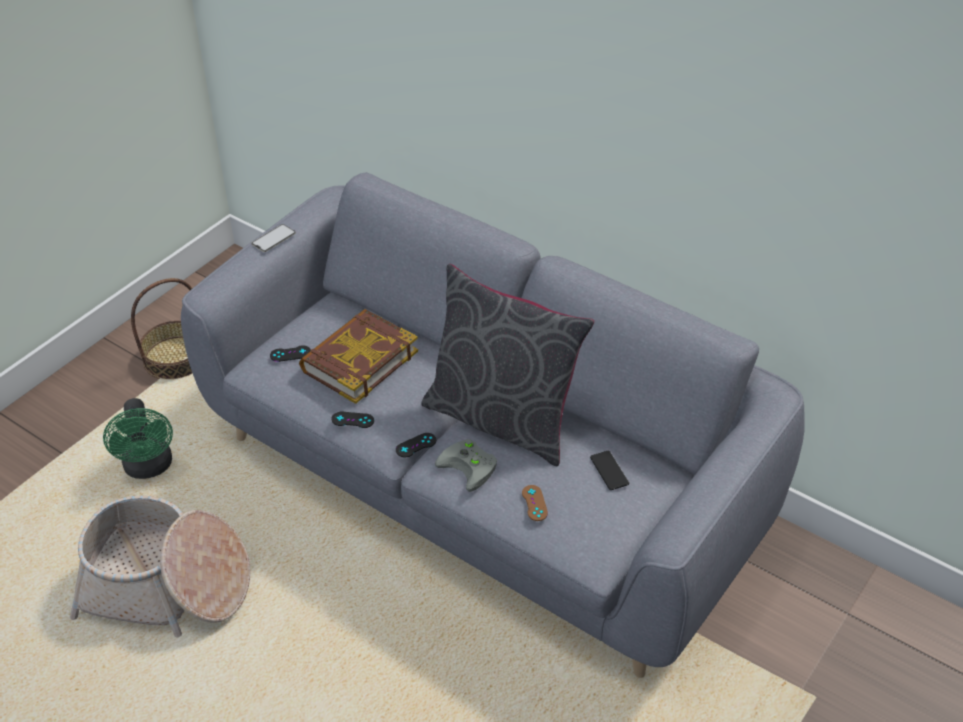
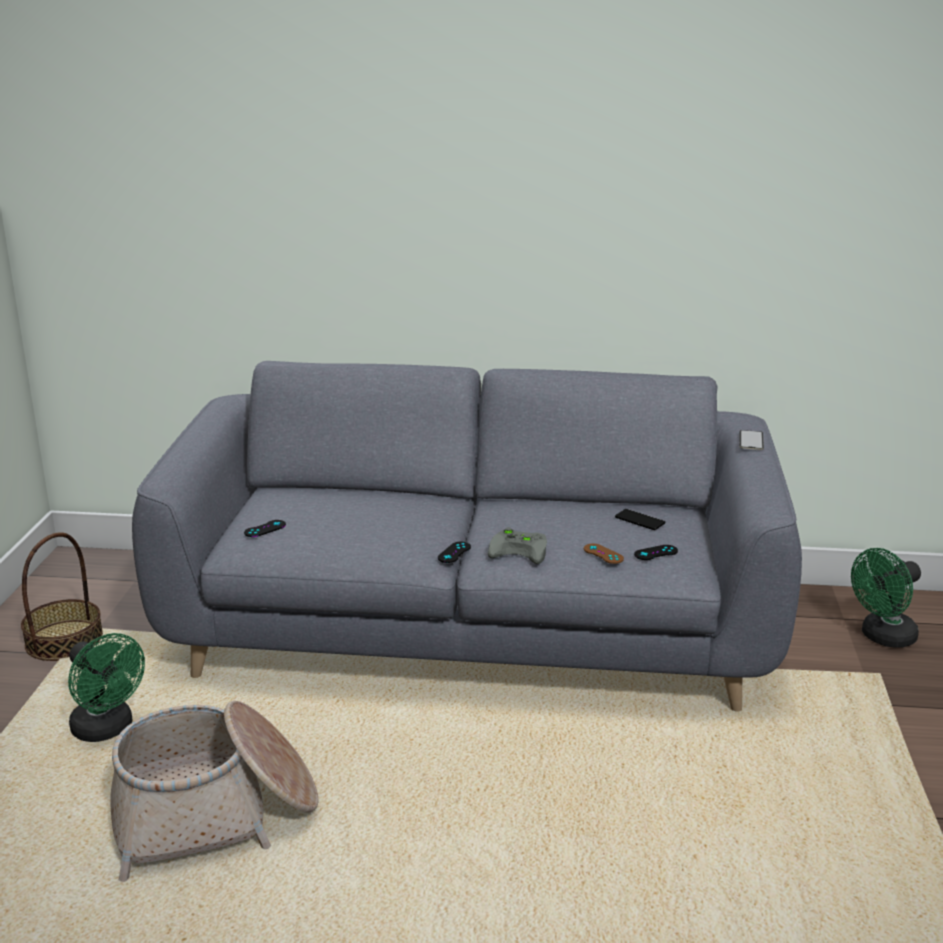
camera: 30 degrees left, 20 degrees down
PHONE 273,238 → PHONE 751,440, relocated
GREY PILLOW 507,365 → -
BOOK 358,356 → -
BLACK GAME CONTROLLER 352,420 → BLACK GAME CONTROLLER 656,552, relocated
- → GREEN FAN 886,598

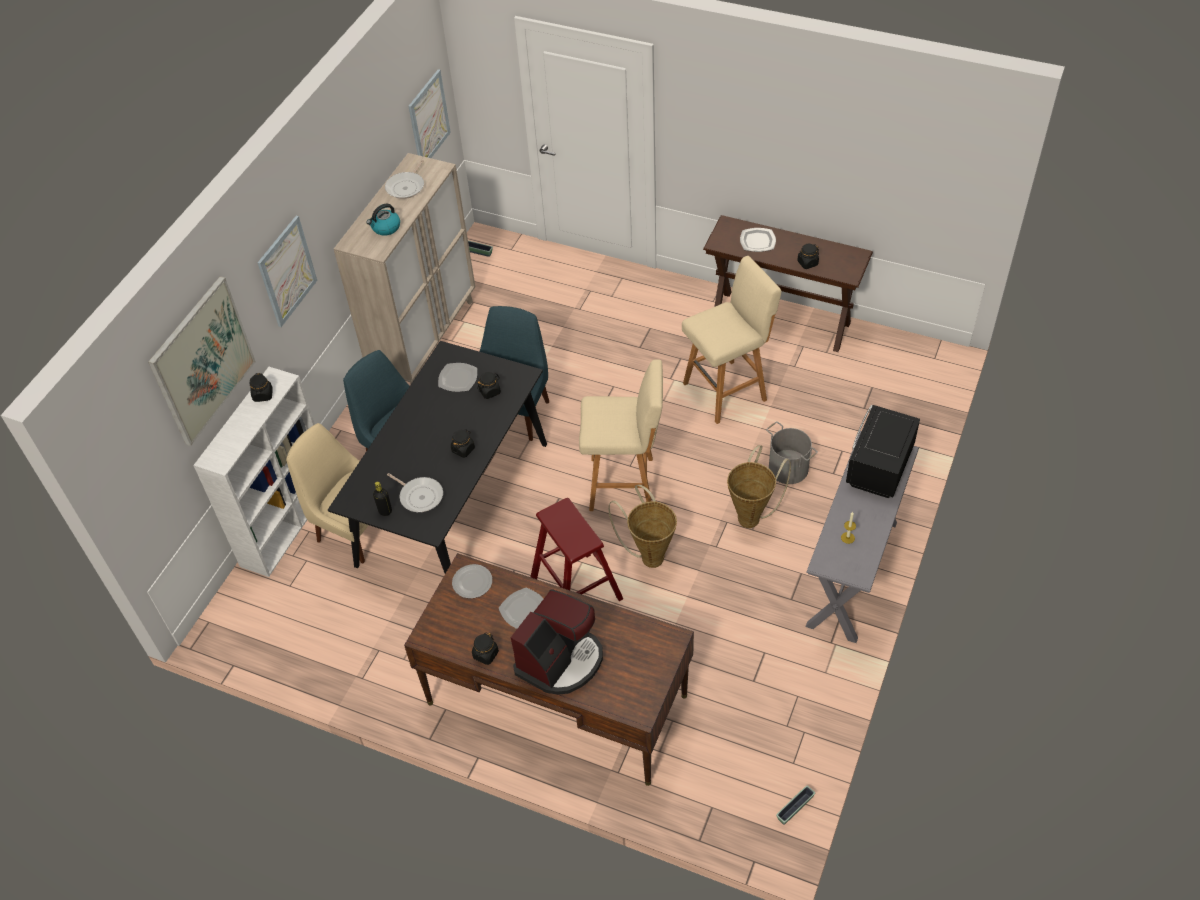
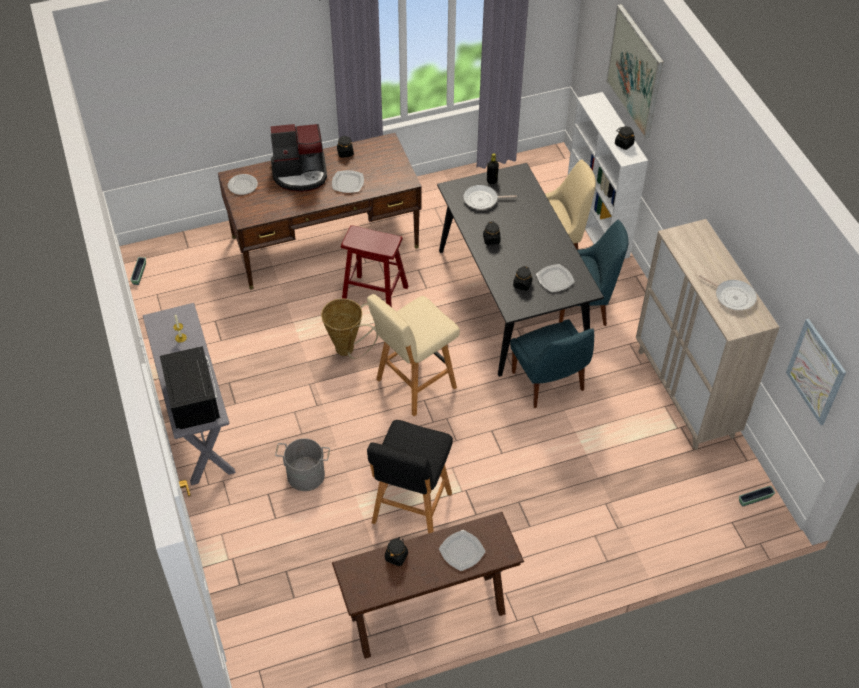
camera: 135 degrees right, 0 degrees up
FRYING PAN 404,179 → FRYING PAN 728,292, 150 degrees clockwise
KETTLE 383,220 → -
PICTURE 287,271 → -
BEIGE STOOL 732,340 → BLACK STOOL 410,477
BASKET 759,486 → -
PLATE 472,581 → PLATE 243,184, relocated
COFFEE MACHINE 557,642 → COFFEE MACHINE 298,158, 90 degrees counterclockwise

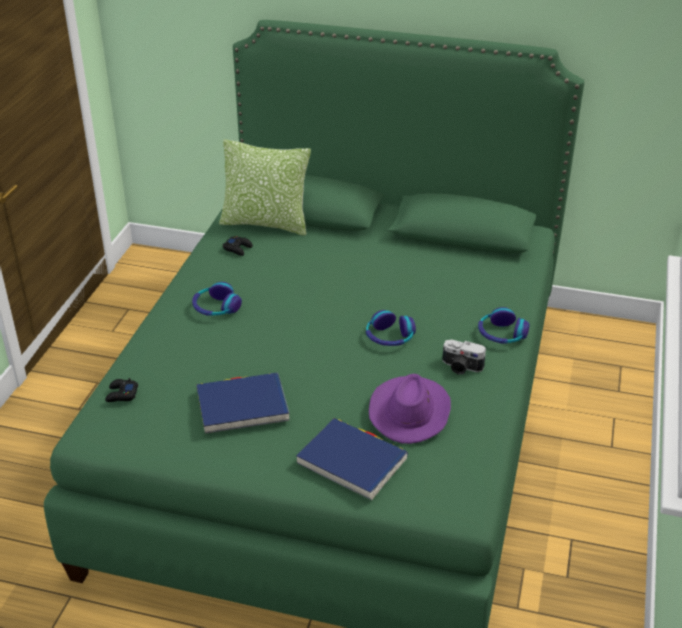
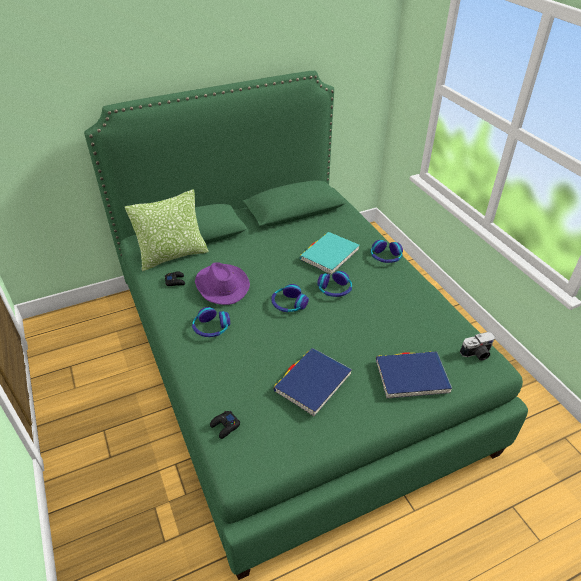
camera: 40 degrees left, 5 degrees up
PHOTO CAMERA 464,357 → PHOTO CAMERA 477,346, relocated
PURPLE HAT 410,409 → PURPLE HAT 222,283, relocated
- → TURQUOISE BOOK 329,253
- → HEADPHONES 290,298

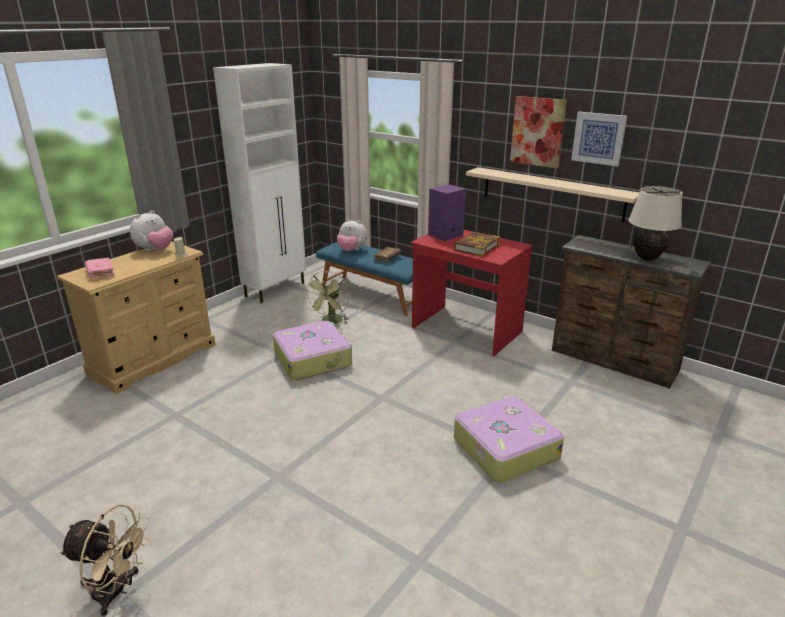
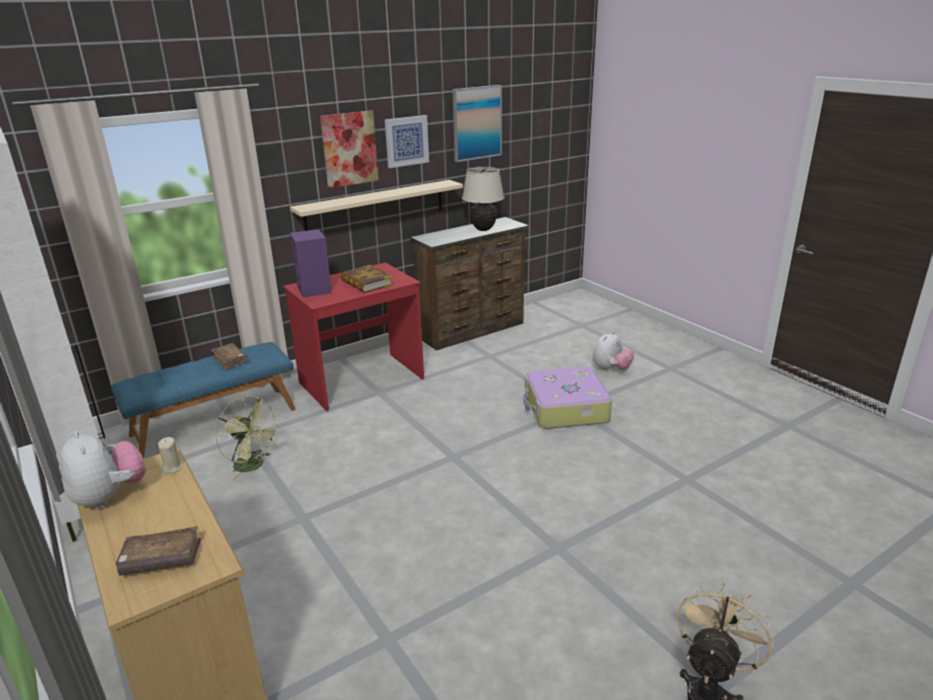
camera: 70 degrees left, 0 degrees up
PLUSH TOY 352,235 → PLUSH TOY 613,351, relocated
PINK BOOK 100,268 → BROWN BOOK 158,551
SUITCASE 312,350 → -
- → PICTURE 477,123

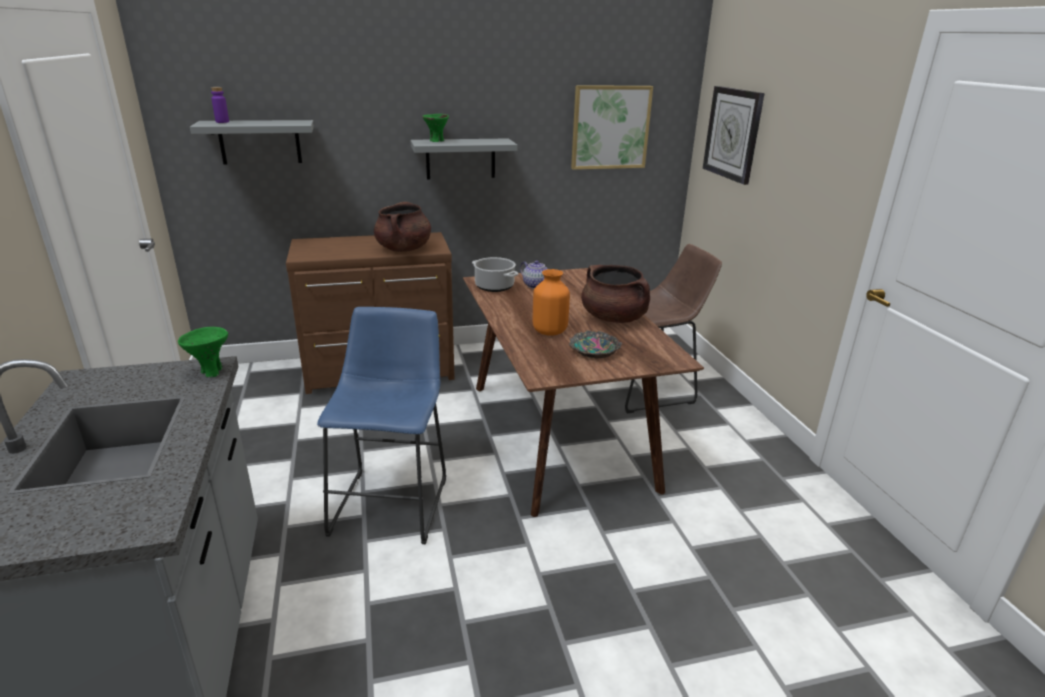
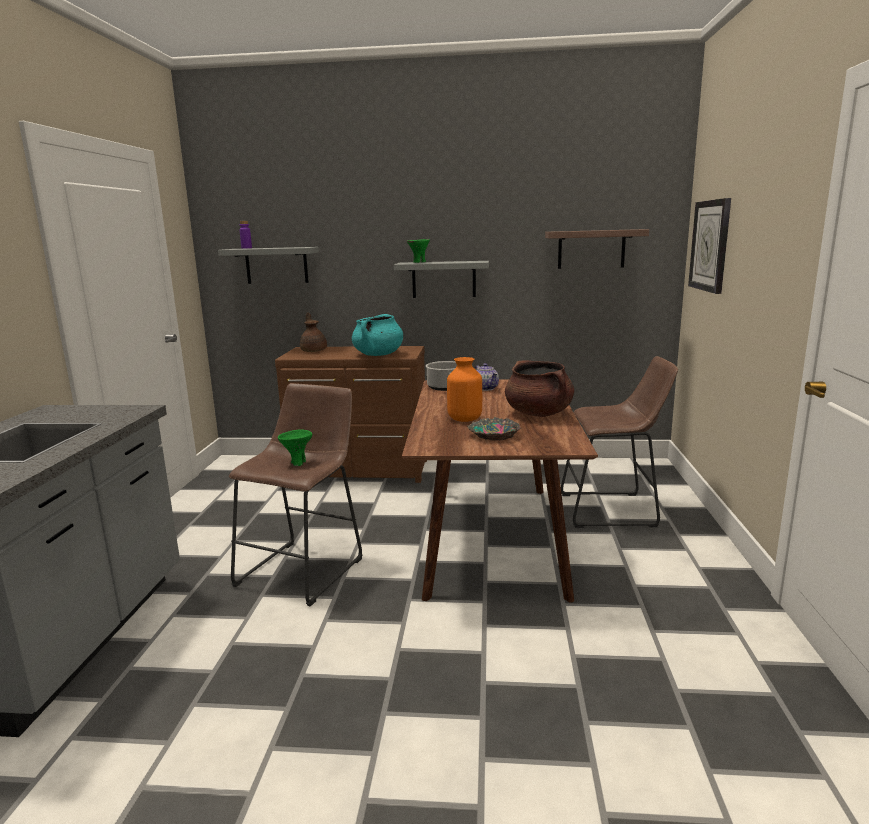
camera: 20 degrees right, 10 degrees down
PICTURE 612,127 → SHELF 597,249
BROWN COOKING POT 402,227 → TURQUOISE COOKING POT 377,335
BLUE STOOL 381,425 → BROWN STOOL 295,495
GREEN BOWL 203,352 → GREEN BOWL 295,448, relocated
- → BROWN TEAPOT 313,332

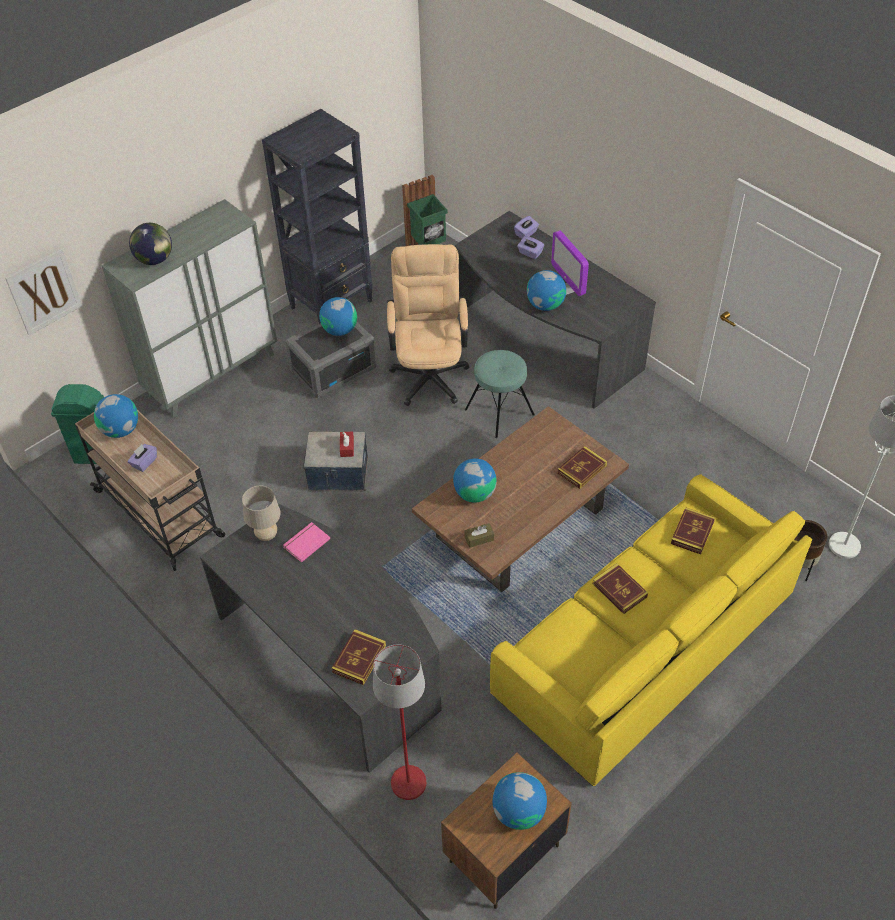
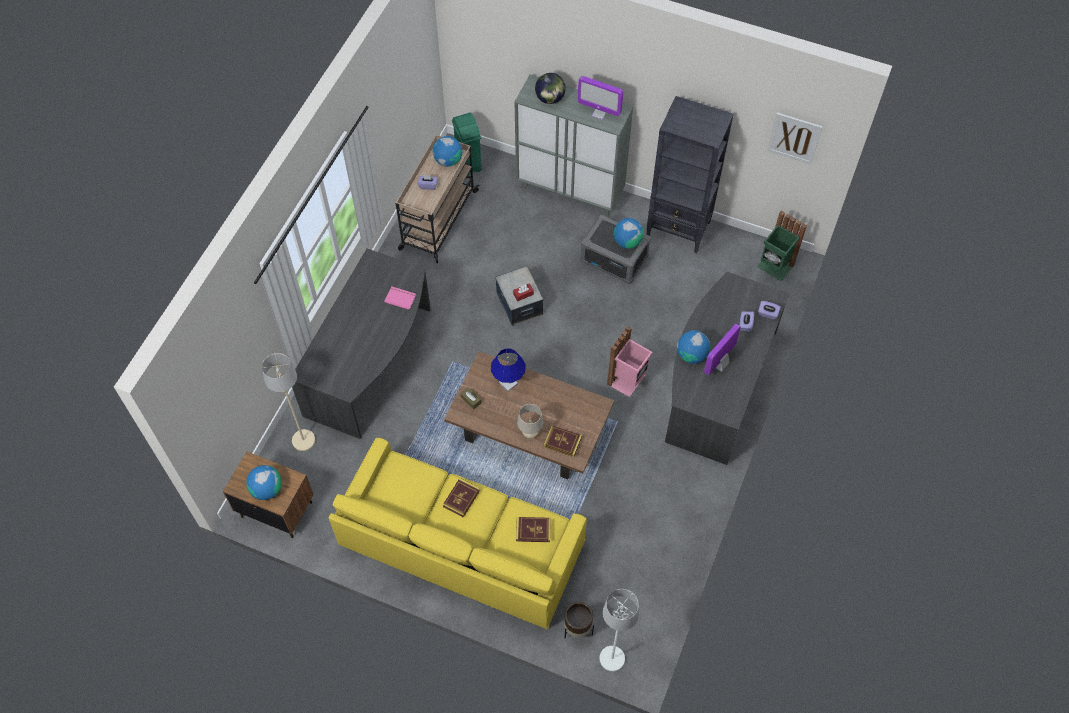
camera: 65 degrees right, 10 degrees up
BEIGE OFFICE CHAIR 428,325 → -
PICTURE 43,291 → PICTURE 795,139, relocated
TURQUOISE STOOL 500,394 → PINK TRASH CAN 629,361
GLOBE 475,480 → BLUE TABLE LAMP 508,370
BEIGE TABLE LAMP 261,513 → BEIGE TABLE LAMP 530,421, relocated
BOOK 359,657 → -
RED FLOOR LAMP 399,722 → BEIGE FLOOR LAMP 288,402
- → MONITOR 600,98

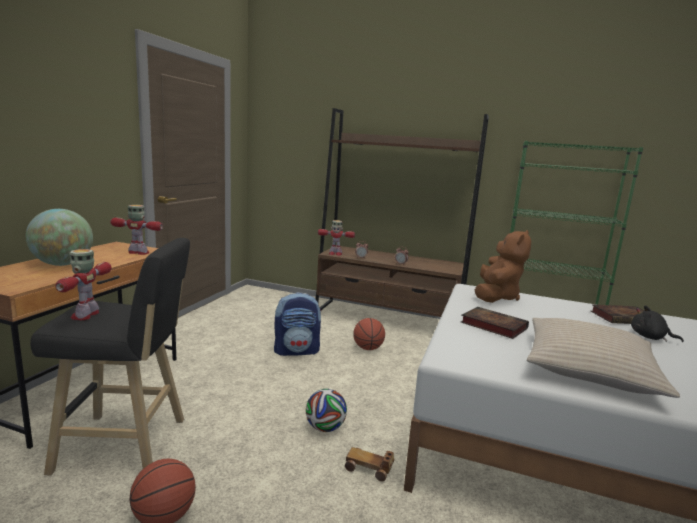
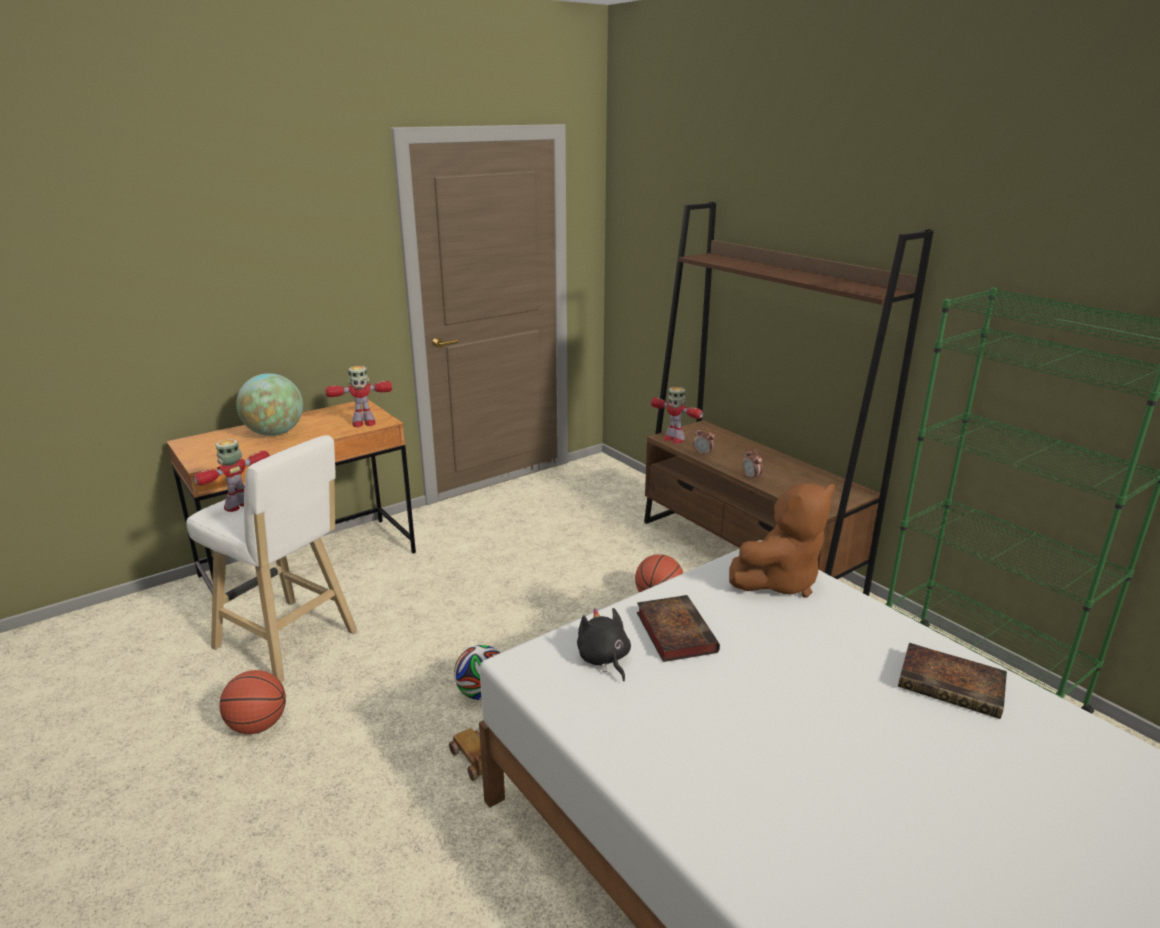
camera: 35 degrees right, 10 degrees up
TOY ROBOT 136,230 → TOY ROBOT 358,397, 120 degrees clockwise
BLACK STOOL 110,356 → WHITE STOOL 272,558
BACKPACK 297,324 → -
BLACK PLUSH TOY 657,323 → BLACK PLUSH TOY 604,644, relocated
BEIGE PILLOW 603,358 → -

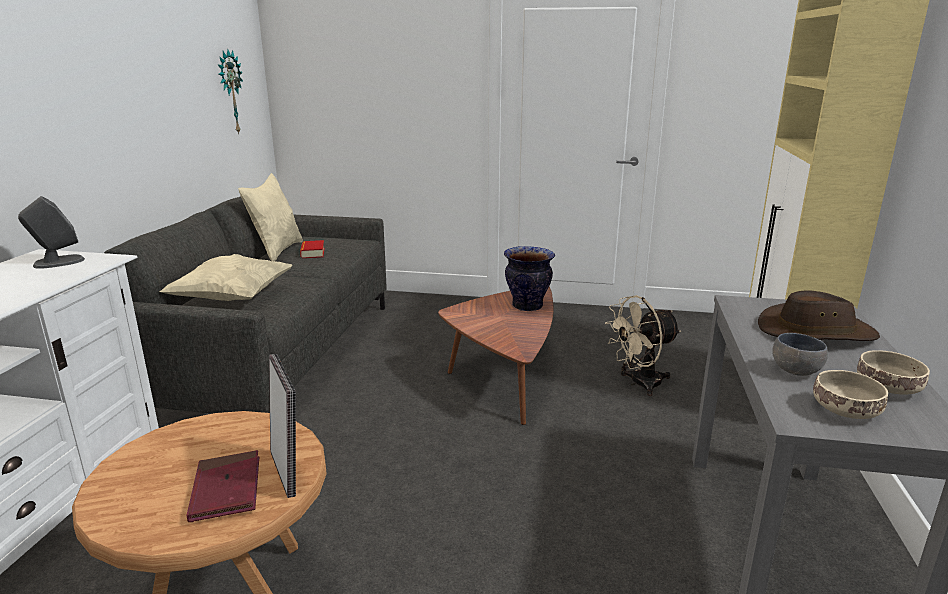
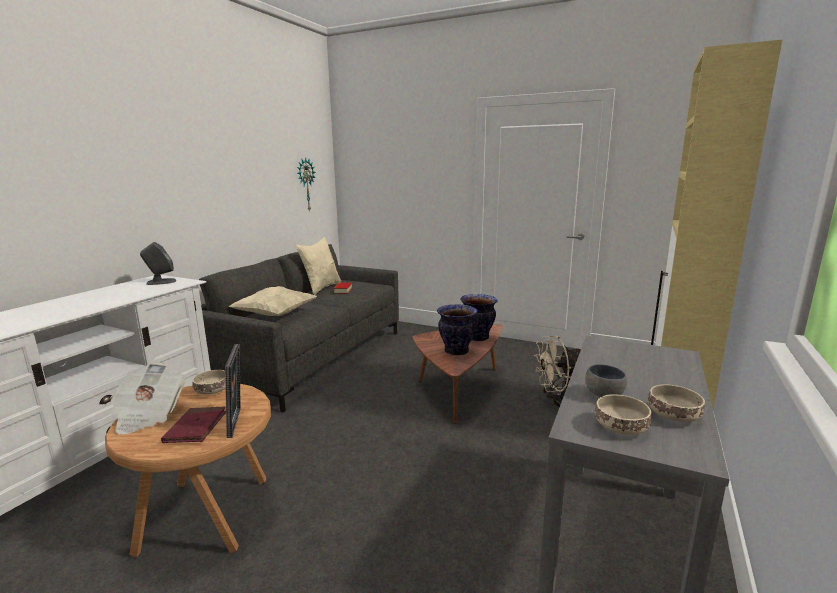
camera: 15 degrees right, 5 degrees down
BROWN HAT 819,315 → -
- → VASE 457,330
- → NEWSPAPER 147,399
- → BEIGE BOWL 208,382

